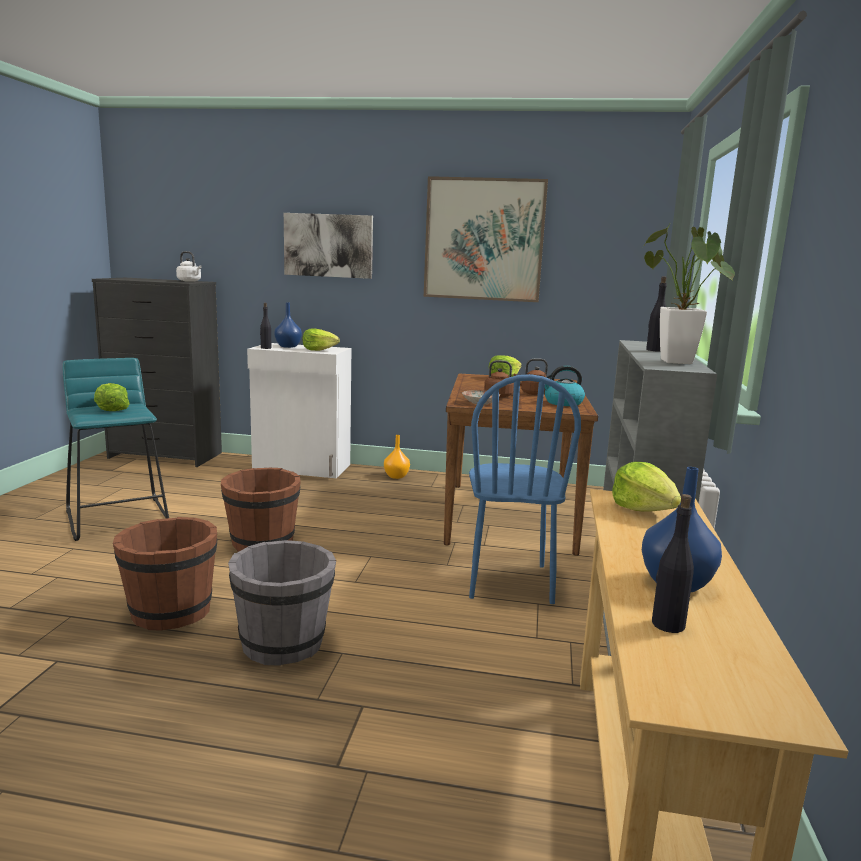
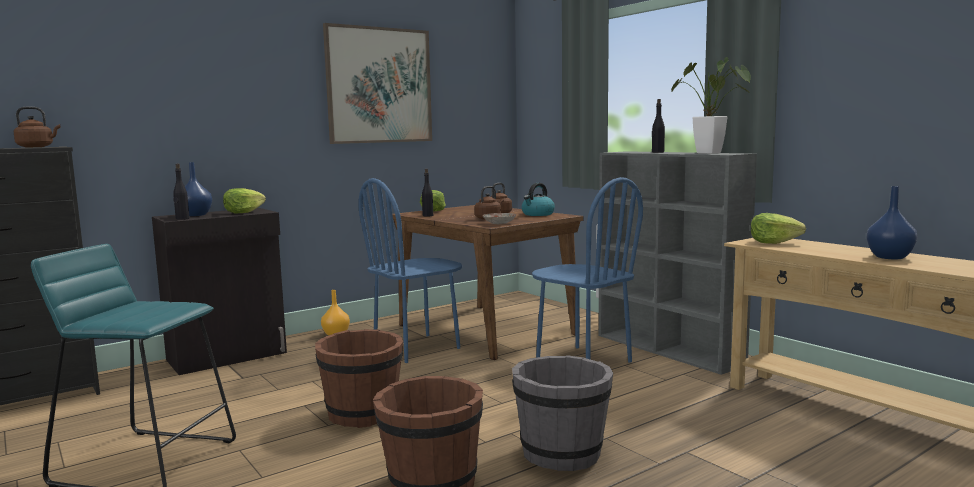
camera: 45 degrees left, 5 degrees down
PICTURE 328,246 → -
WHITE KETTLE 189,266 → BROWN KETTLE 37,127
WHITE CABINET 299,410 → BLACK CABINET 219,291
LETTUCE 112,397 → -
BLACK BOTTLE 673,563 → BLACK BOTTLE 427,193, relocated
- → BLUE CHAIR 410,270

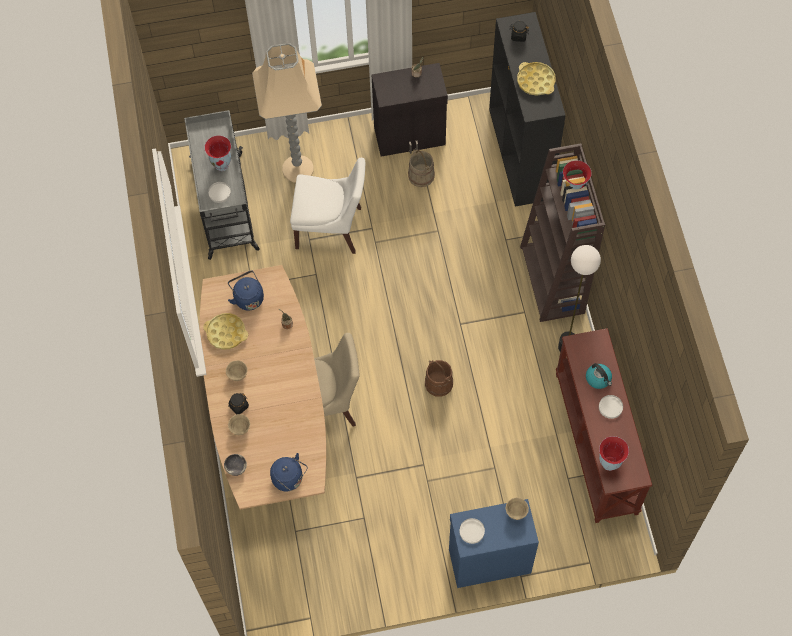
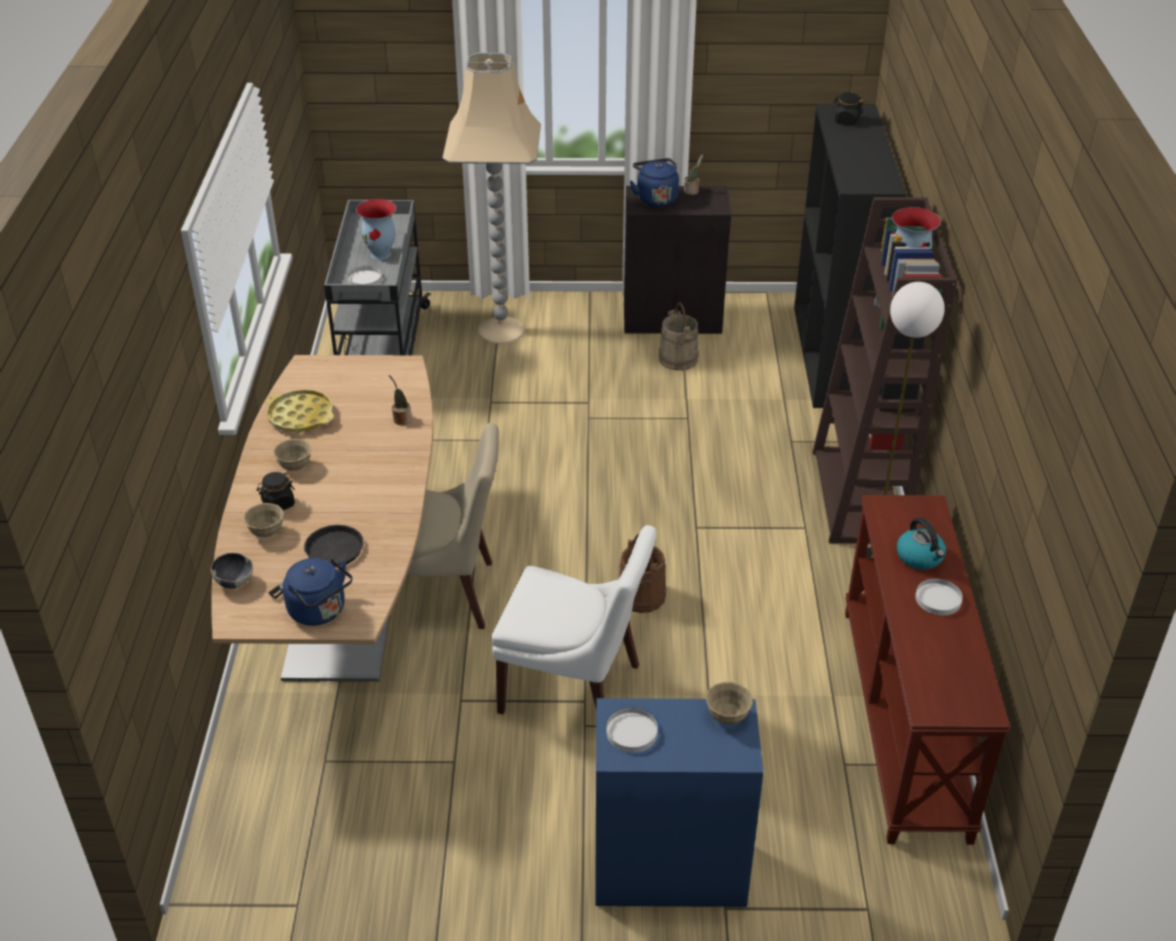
camera: 10 degrees right, 25 degrees down
YELLOW TRAY 536,79 → -
WHITE CHAIR 327,206 → WHITE CHAIR 574,619, relocated
BLUE KETTLE 246,291 → BLUE KETTLE 654,182, relocated
VASE 614,453 → -
- → BLACK FRYING PAN 316,562

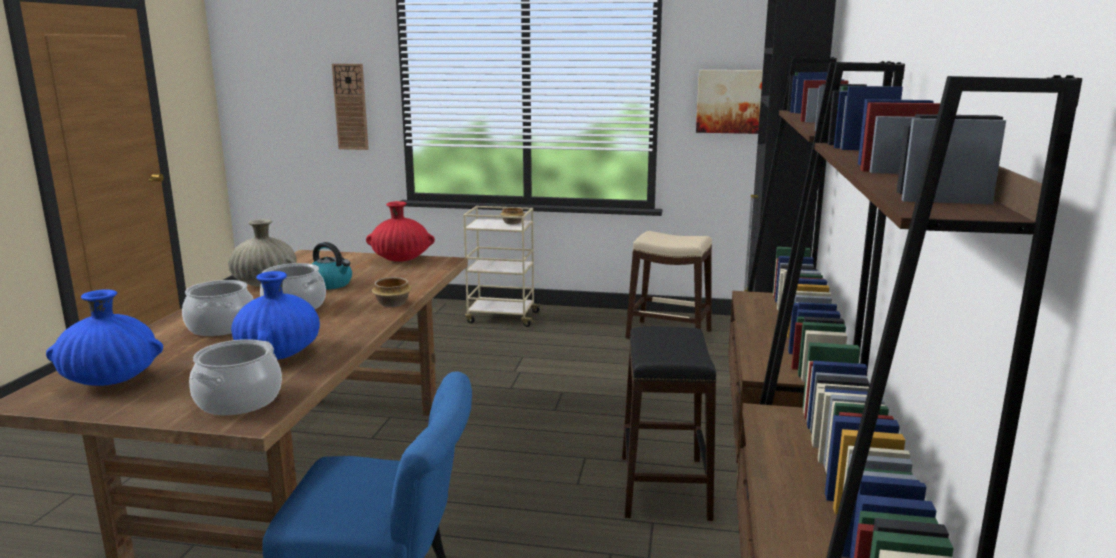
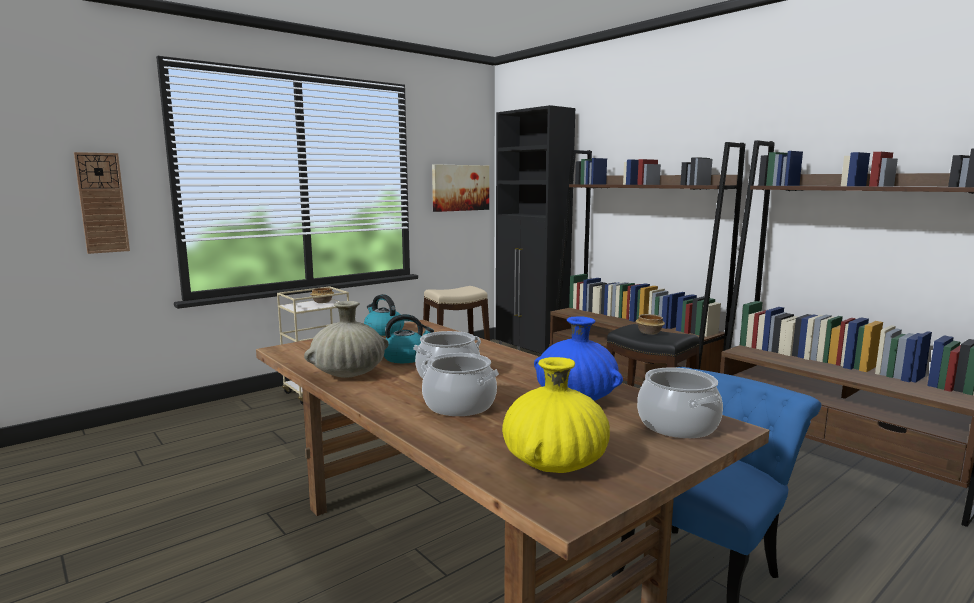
camera: 50 degrees left, 5 degrees down
RED VASE 400,231 → KETTLE 384,315
BOWL 392,292 → BOWL 650,324, relocated
BLUE VASE 104,337 → YELLOW VASE 556,415

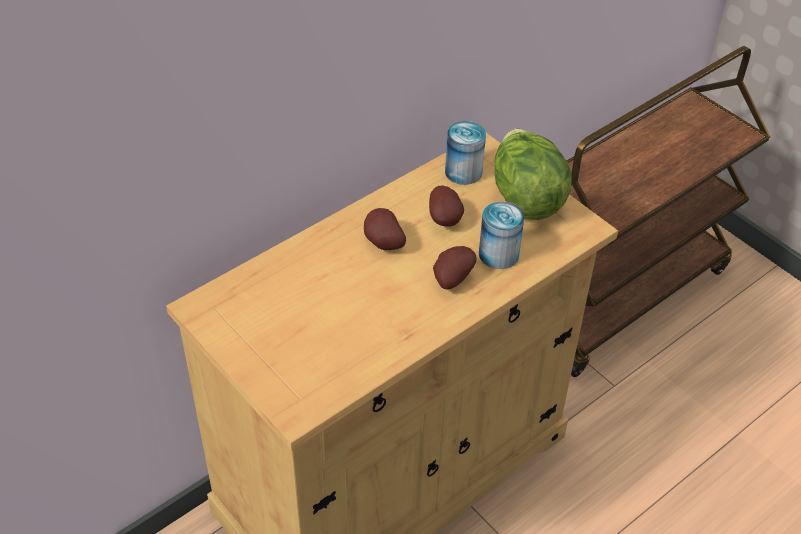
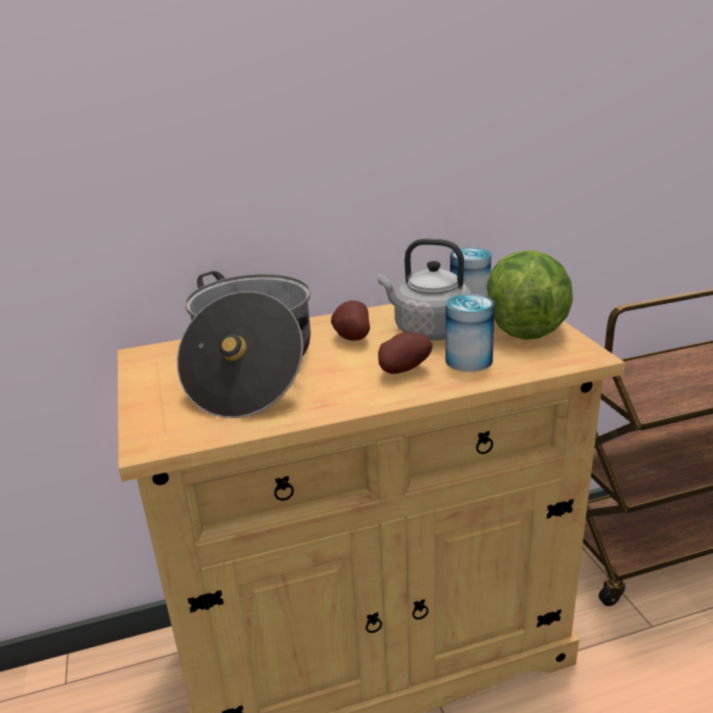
camera: 25 degrees right, 20 degrees down
POTATO 446,206 → GREY KETTLE 425,290
- → COOKING POT 244,344

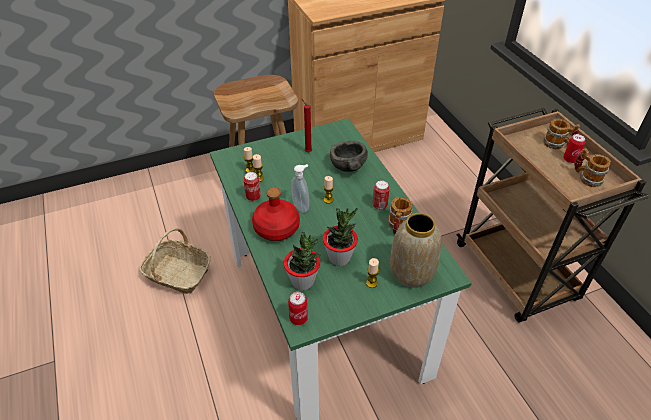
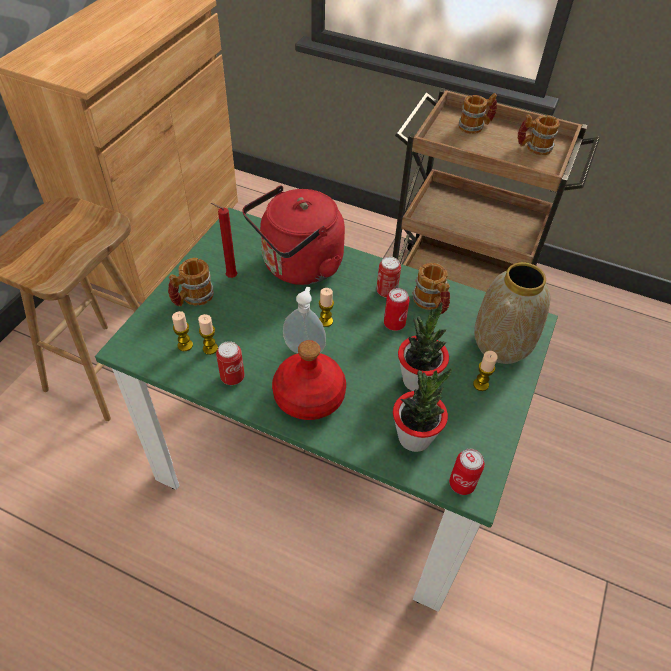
camera: 45 degrees left, 5 degrees up
CAN 574,148 → CAN 397,309, relocated
GREY BOWL 349,156 → RED KETTLE 293,235
BASKET 175,261 → -
- → MUG 191,282

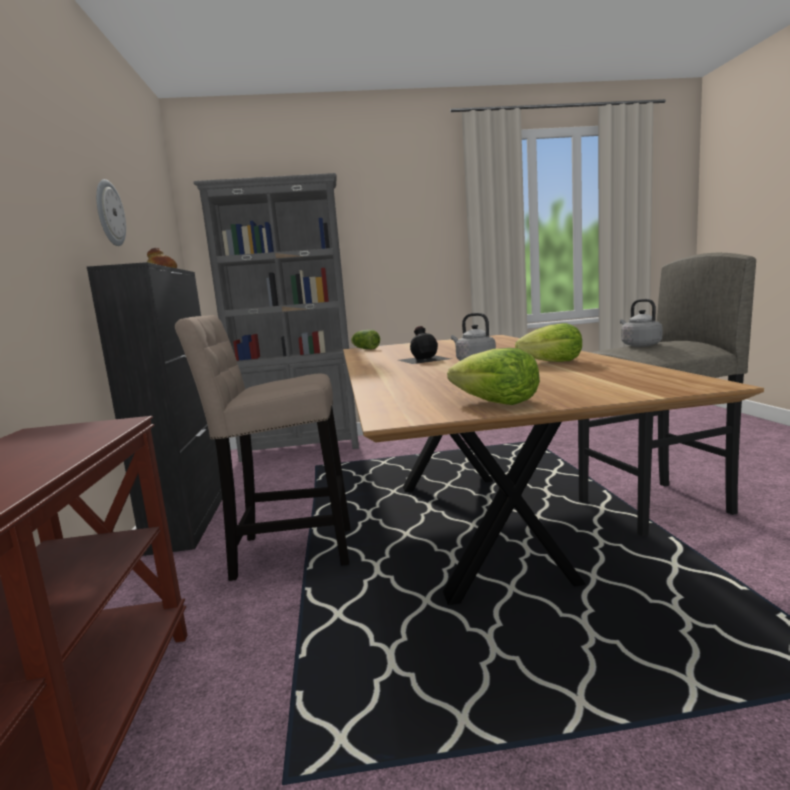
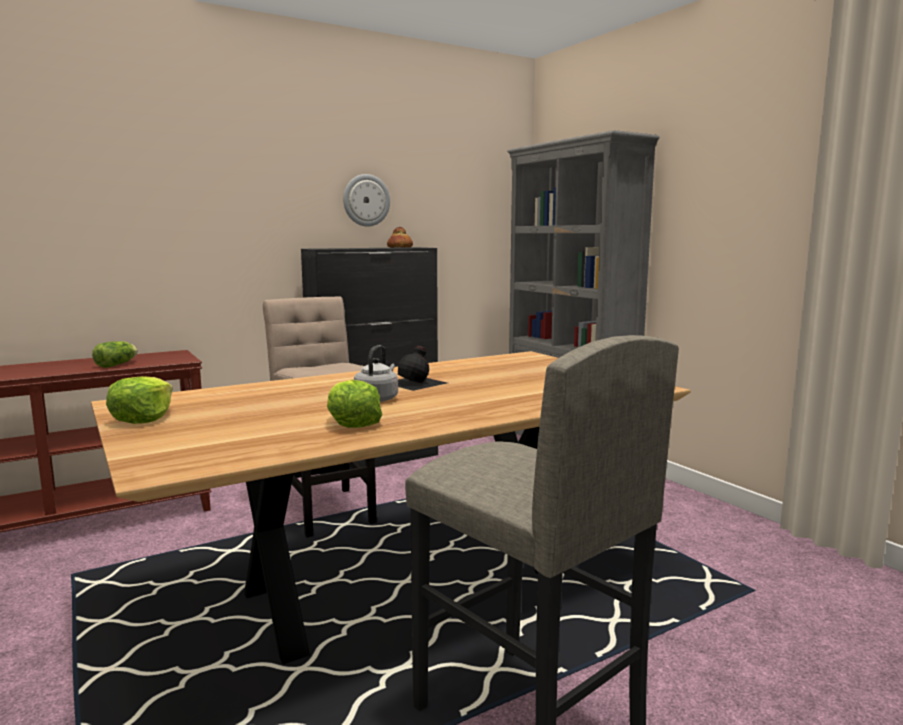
camera: 65 degrees right, 0 degrees up
GREY KETTLE 641,323 → -
LETTUCE 365,339 → LETTUCE 115,354, relocated

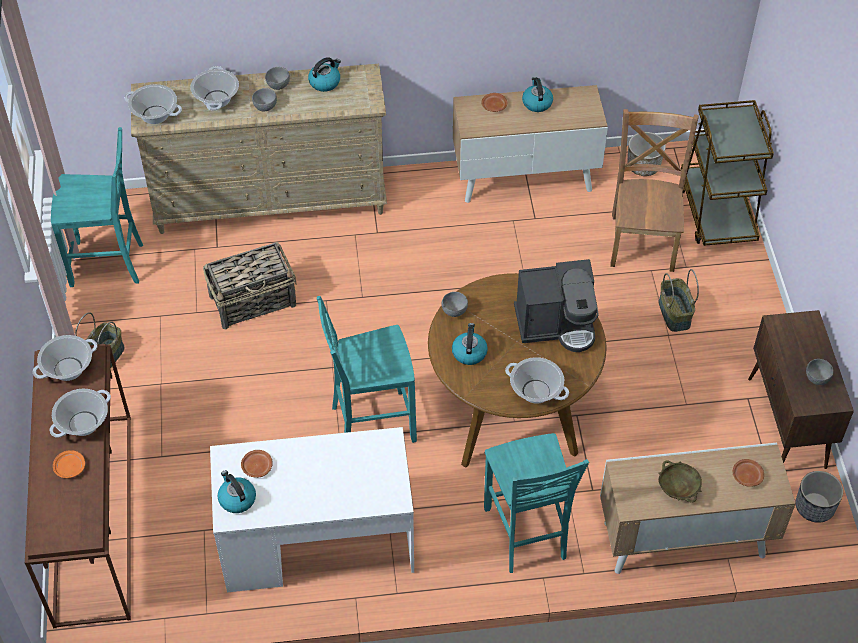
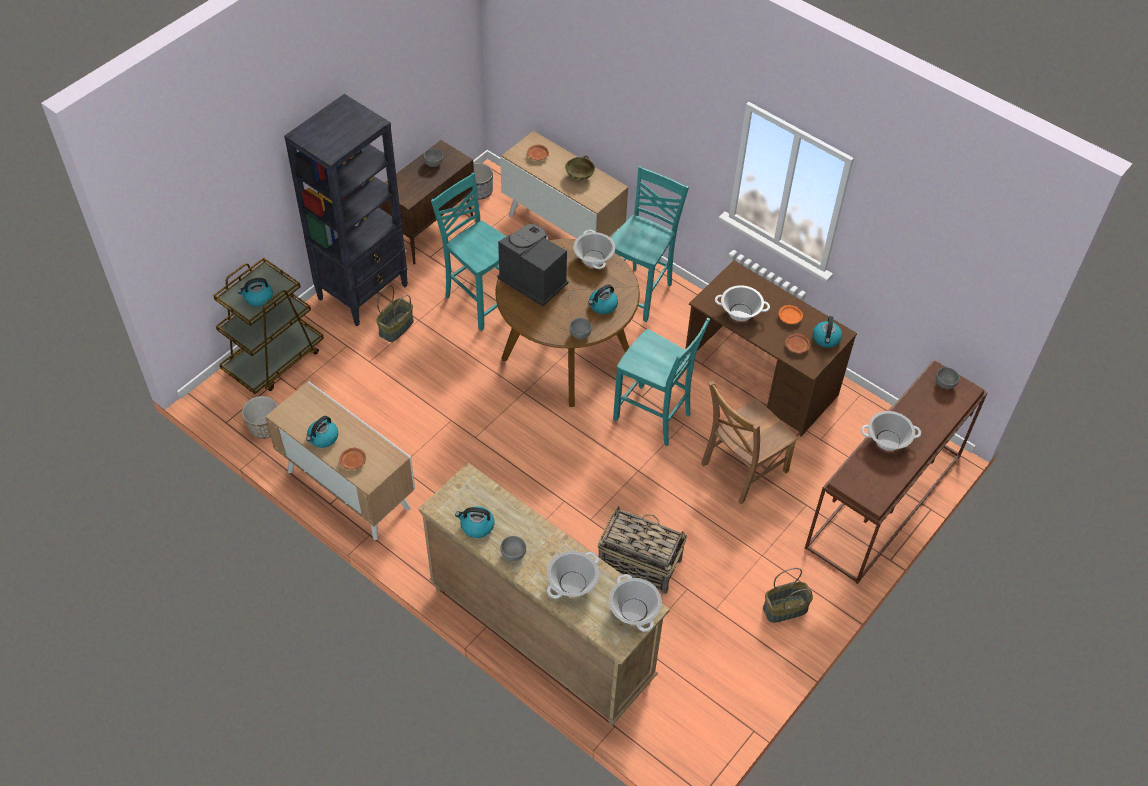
camera: 135 degrees left, 0 degrees up
GREY BOWL 264,99 → GREY BOWL 947,378, relocated
BROWN CHAIR 654,190 → BROWN CHAIR 749,442, relocated
TURQUOISE CHAIR 97,207 → TURQUOISE CHAIR 469,251, relocated
COOKING POT 65,358 → COOKING POT 742,303, relocated
WHITE DESK 312,509 → BROWN DESK 771,348
ORANGE PLATE 69,464 → ORANGE PLATE 791,314, relocated
- → BLACK BOOKCASE 346,210
- → KETTLE 255,292

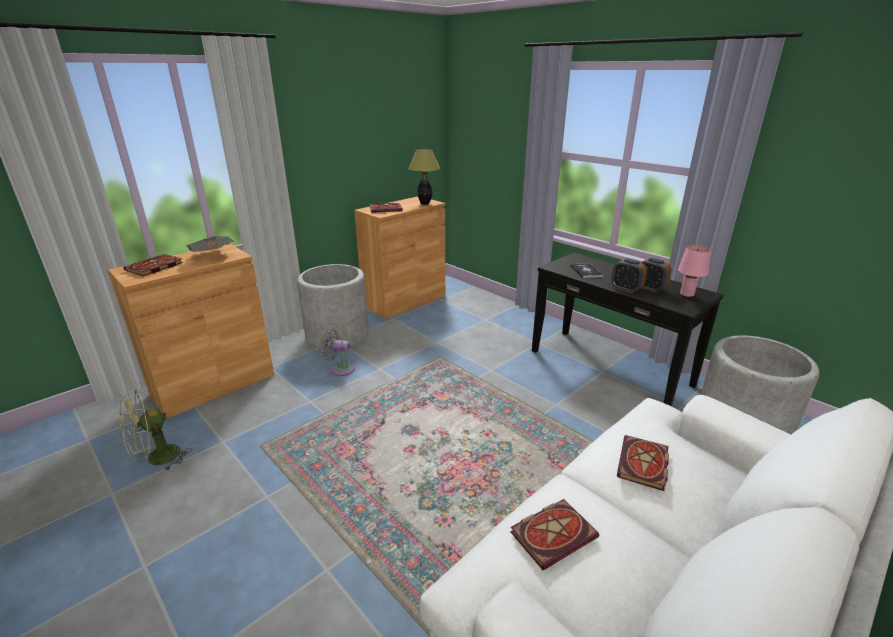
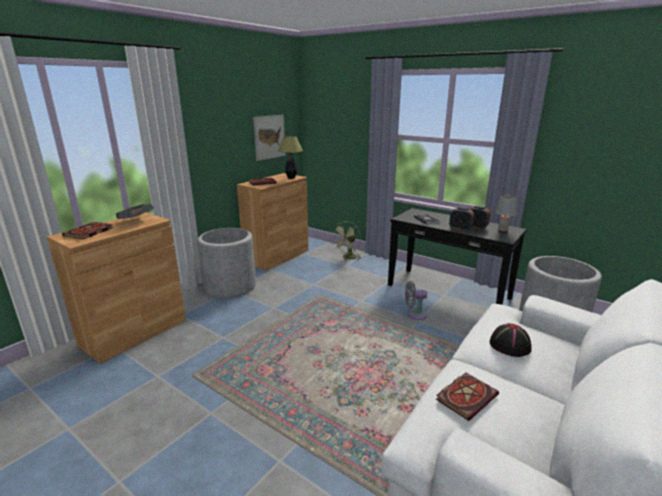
camera: 10 degrees left, 5 degrees down
PINK TABLE LAMP 694,271 → GREY TABLE LAMP 507,213
GREY FAN 338,352 → GREY FAN 416,300, relocated
GREEN FAN 155,430 → GREEN FAN 348,241, relocated
BOOK 643,463 → BLACK HAT 511,340
- → PICTURE 269,138

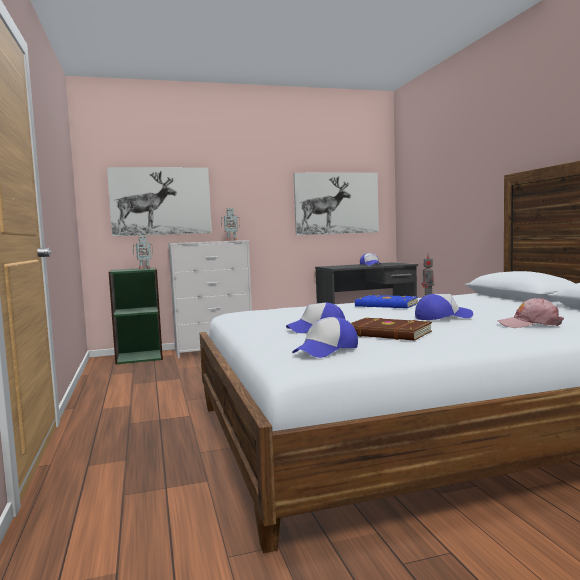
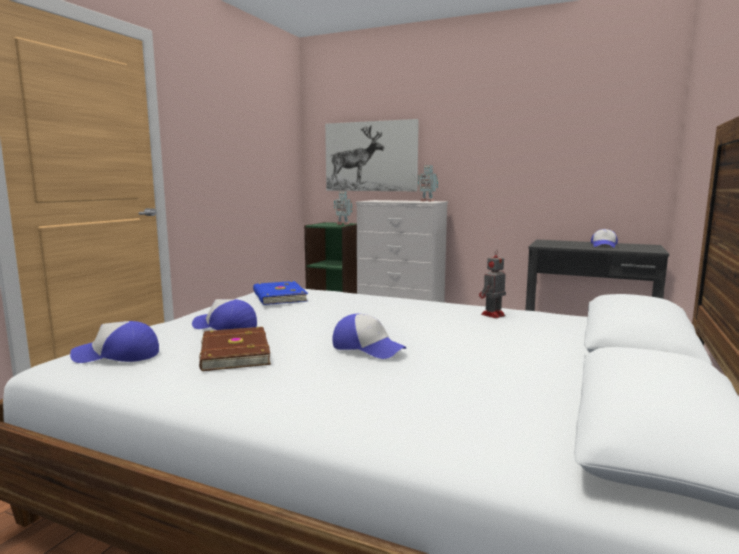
camera: 40 degrees right, 5 degrees up
PICTURE 336,204 → -
BLUE BOOK 386,301 → BLUE BOOK 280,293, relocated
PINK CAP 530,313 → -

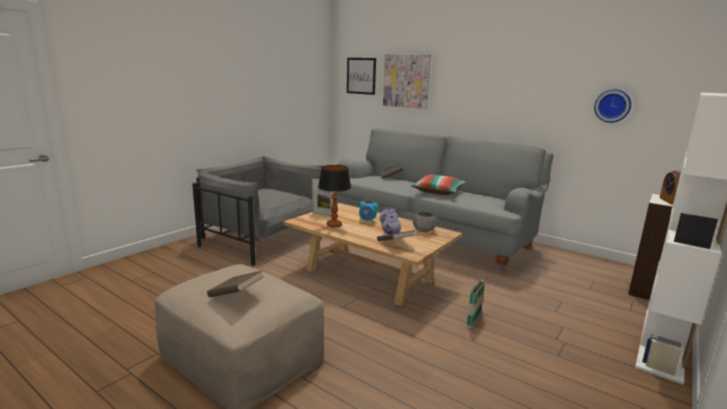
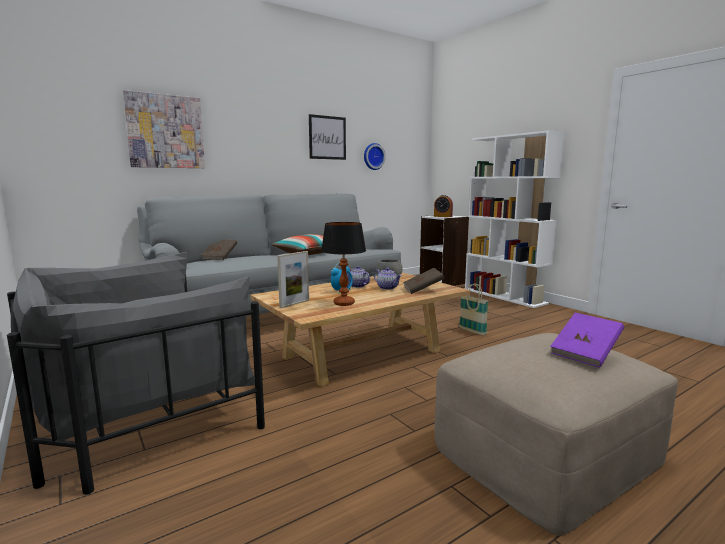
camera: 70 degrees left, 5 degrees down
PICTURE 361,76 → PICTURE 327,137, relocated
BROWN BOOK 235,283 → PURPLE BOOK 587,340

